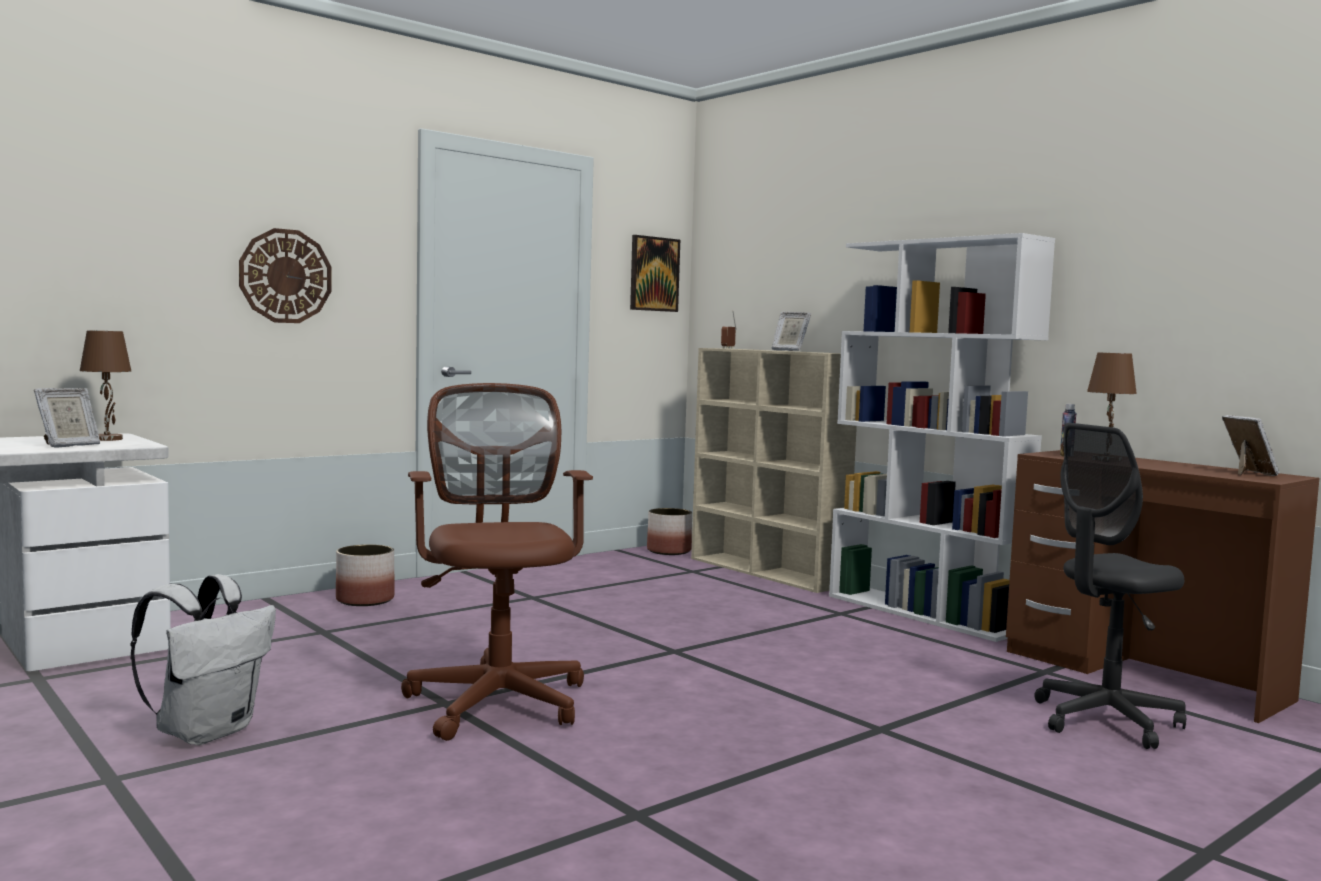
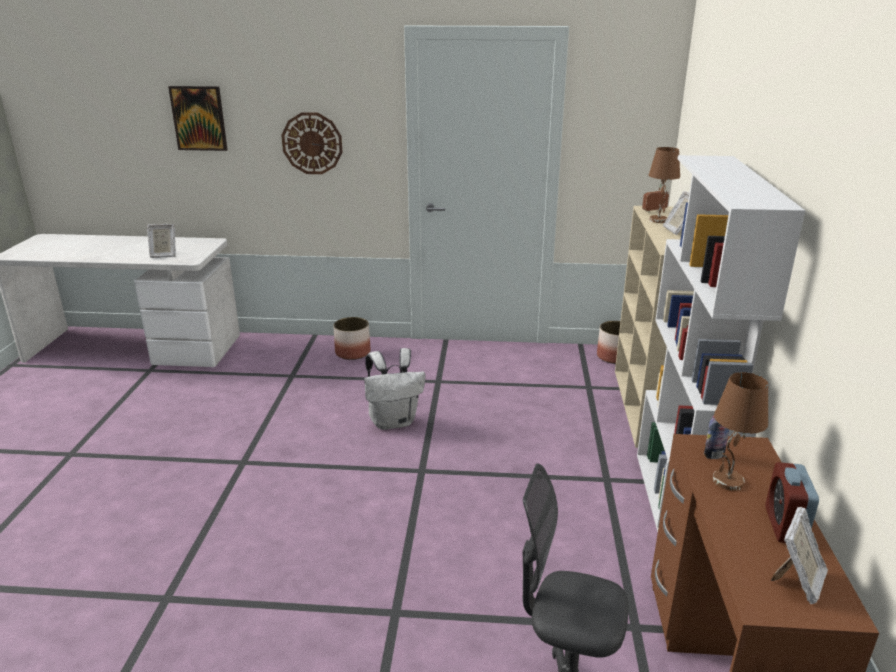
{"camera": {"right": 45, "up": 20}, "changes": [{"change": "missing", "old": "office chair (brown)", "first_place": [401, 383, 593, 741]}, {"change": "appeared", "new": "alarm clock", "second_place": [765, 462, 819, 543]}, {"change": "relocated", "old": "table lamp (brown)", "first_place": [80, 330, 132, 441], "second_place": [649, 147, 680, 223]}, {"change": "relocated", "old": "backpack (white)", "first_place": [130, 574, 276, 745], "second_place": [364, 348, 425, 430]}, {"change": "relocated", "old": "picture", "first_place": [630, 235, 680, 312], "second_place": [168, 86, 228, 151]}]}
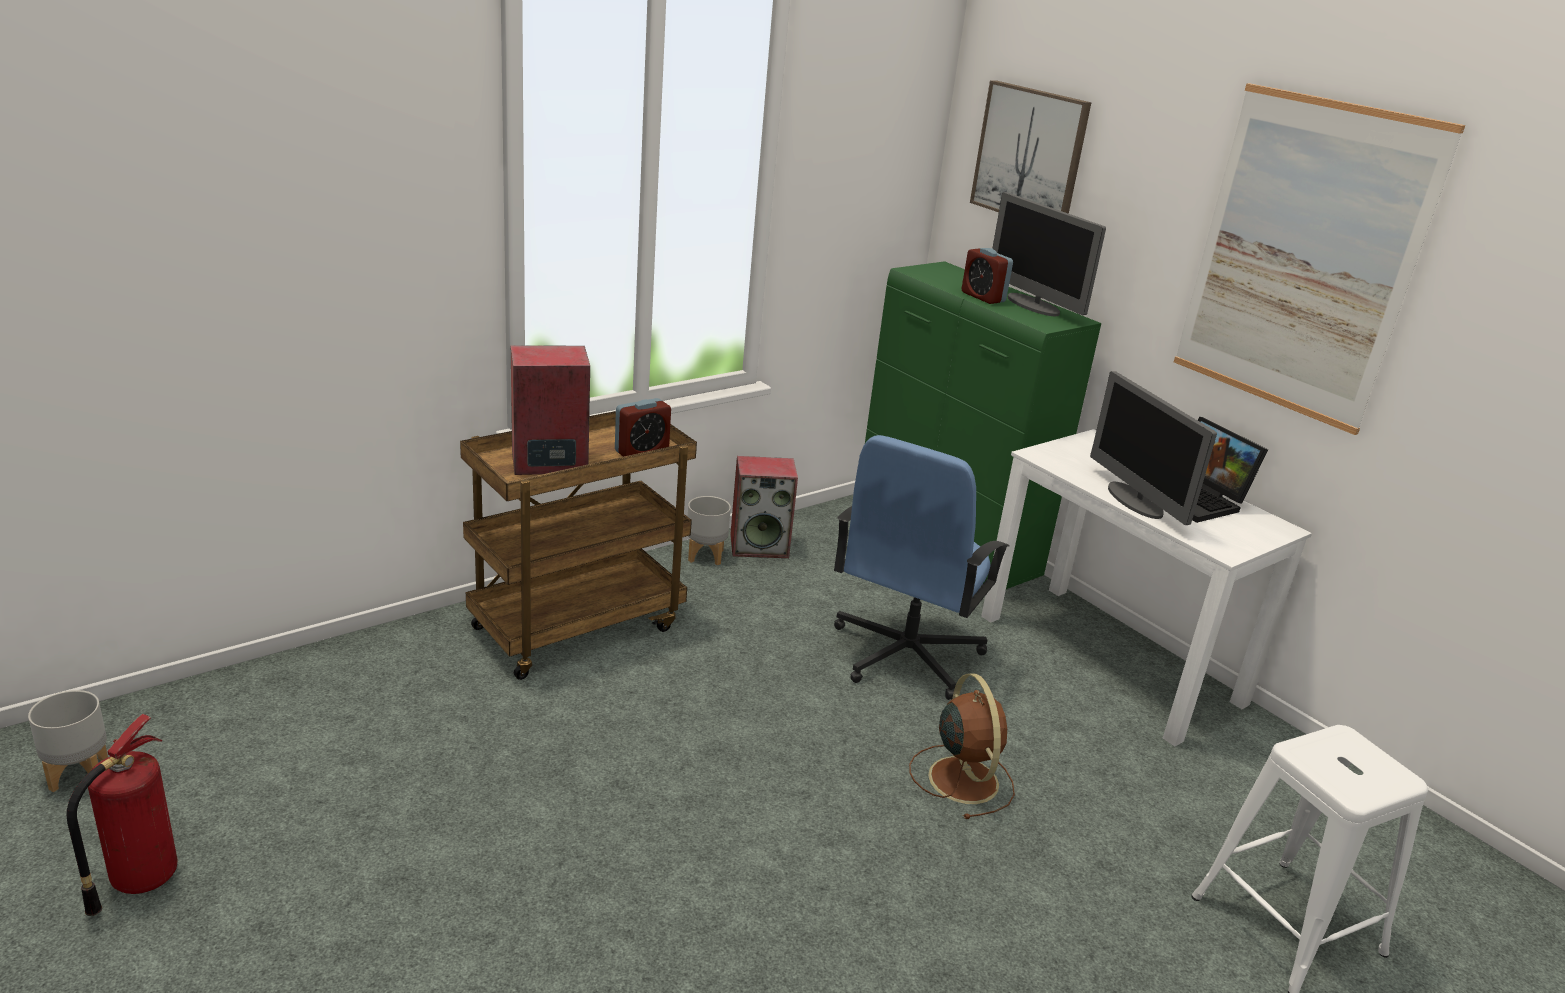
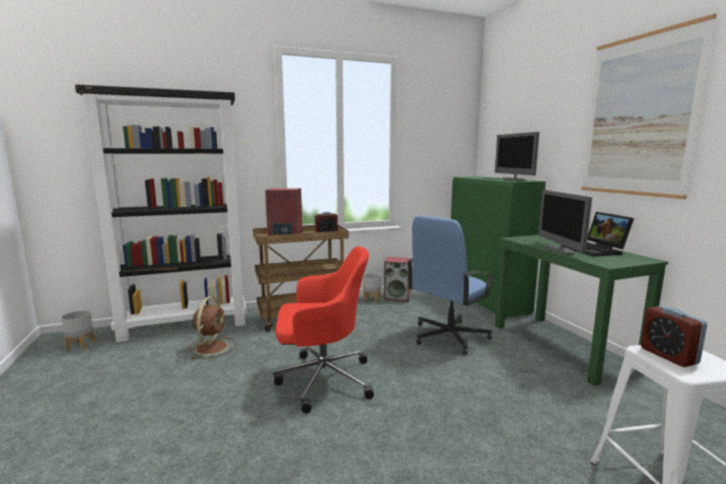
{"camera": {"right": 20, "up": -15}, "changes": [{"change": "missing", "old": "fire extinguisher", "first_place": [67, 714, 177, 916]}, {"change": "missing", "old": "picture", "first_place": [970, 80, 1091, 214]}, {"change": "appeared", "new": "bookcase (black)", "second_place": [75, 84, 247, 342]}, {"change": "appeared", "new": "office chair (red)", "second_place": [273, 246, 374, 413]}, {"change": "relocated", "old": "fan (brown)", "first_place": [909, 673, 1015, 819], "second_place": [189, 296, 236, 359]}, {"change": "relocated", "old": "alarm clock", "first_place": [962, 248, 1013, 304], "second_place": [641, 306, 707, 367]}, {"change": "colour", "old": "desk (white)", "new": "desk (green)", "first_place": [981, 429, 1312, 747], "second_place": [495, 235, 668, 386]}]}
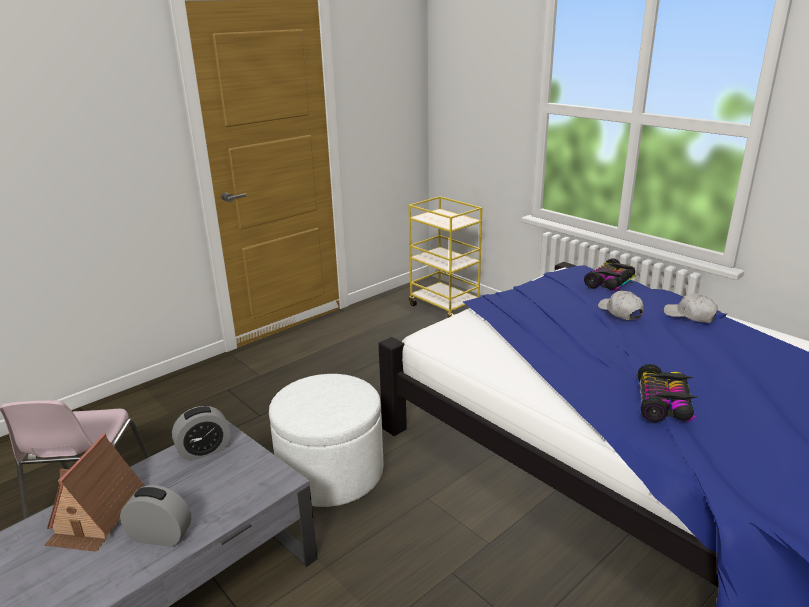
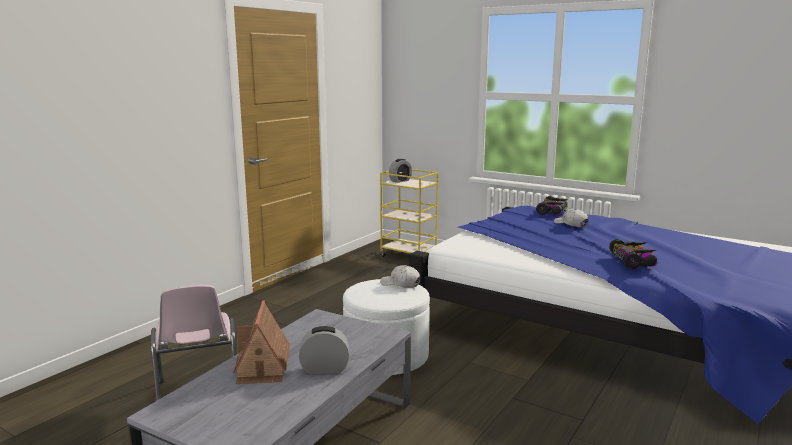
{"camera": {"right": -15, "up": -10}, "changes": [{"change": "relocated", "old": "alarm clock", "first_place": [172, 406, 231, 461], "second_place": [389, 159, 412, 183]}, {"change": "relocated", "old": "cap (white)", "first_place": [664, 294, 718, 323], "second_place": [380, 265, 421, 288]}]}
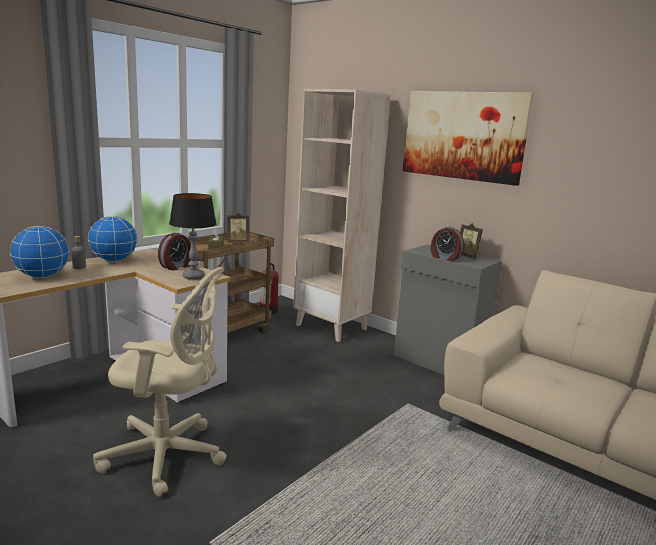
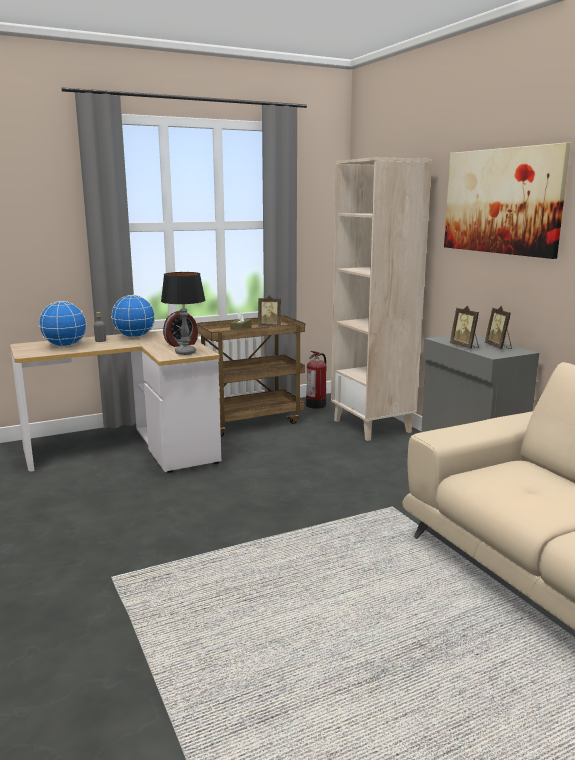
{"camera": {"right": 25, "up": 0}, "changes": [{"change": "missing", "old": "office chair (beige)", "first_place": [93, 267, 227, 497]}, {"change": "exchanged", "old": "alarm clock", "new": "picture frame", "first_place": [431, 226, 464, 261], "second_place": [450, 306, 479, 349]}]}
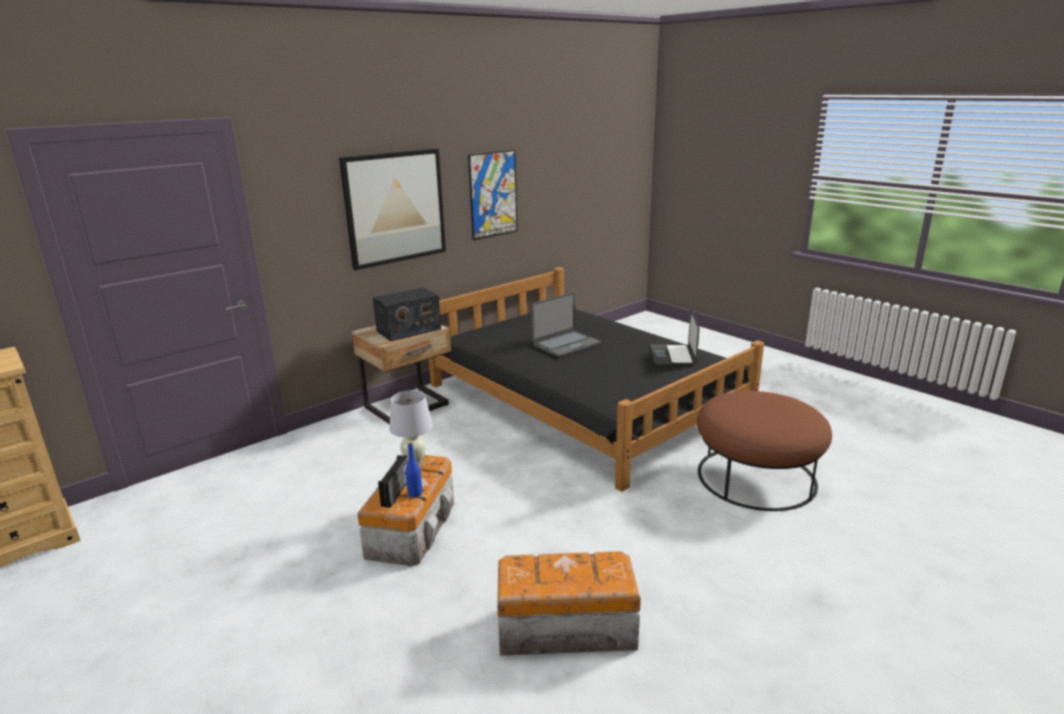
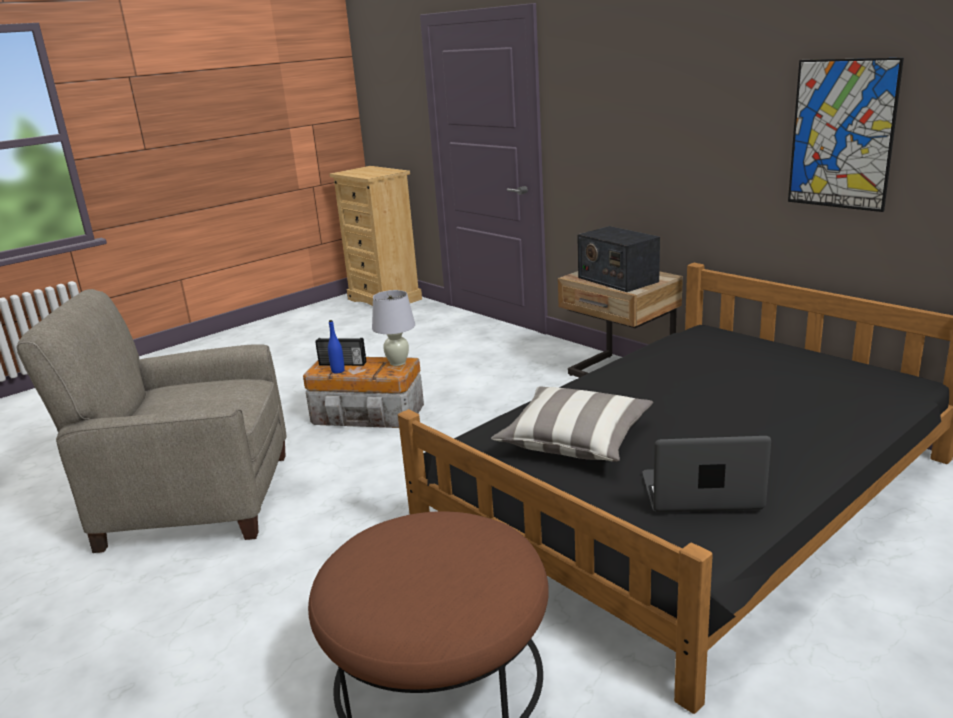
{"camera": {"right": 90, "up": 0}, "changes": [{"change": "missing", "old": "picture", "first_place": [339, 149, 446, 270]}, {"change": "missing", "old": "laptop", "first_place": [531, 293, 601, 358]}, {"change": "appeared", "new": "pillow", "second_place": [491, 386, 653, 462]}, {"change": "exchanged", "old": "storage box", "new": "armchair (beige)", "first_place": [497, 551, 641, 656], "second_place": [17, 289, 287, 553]}]}
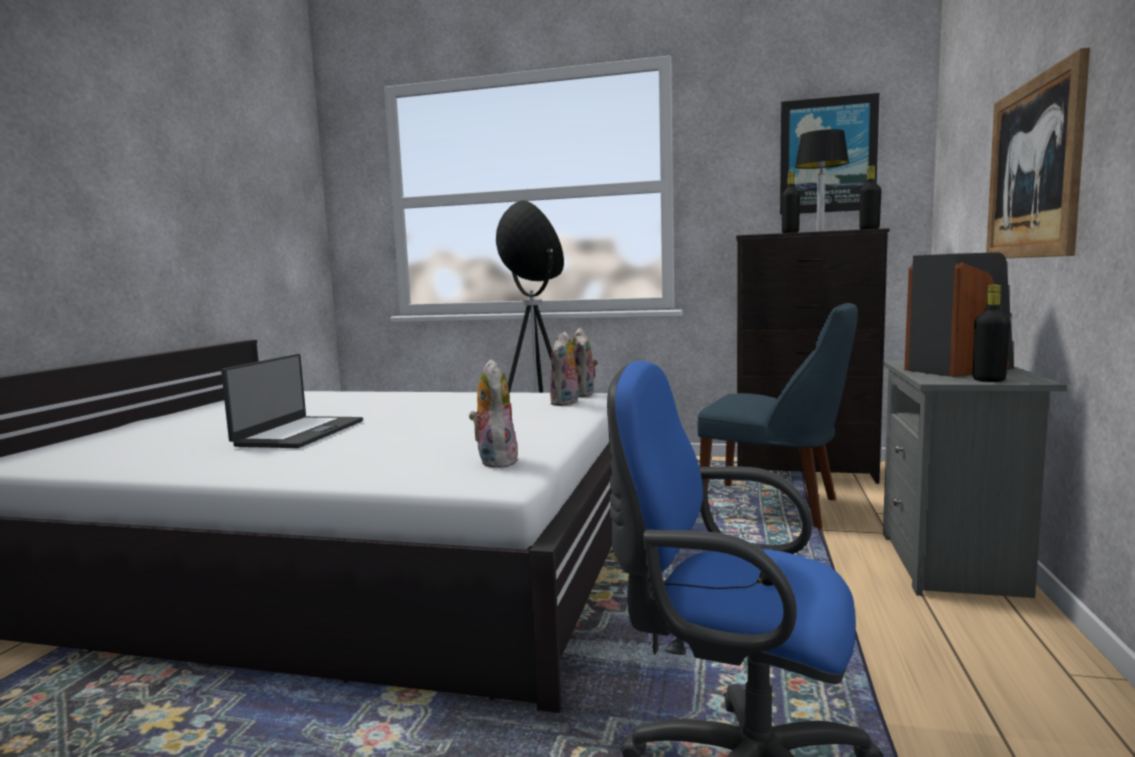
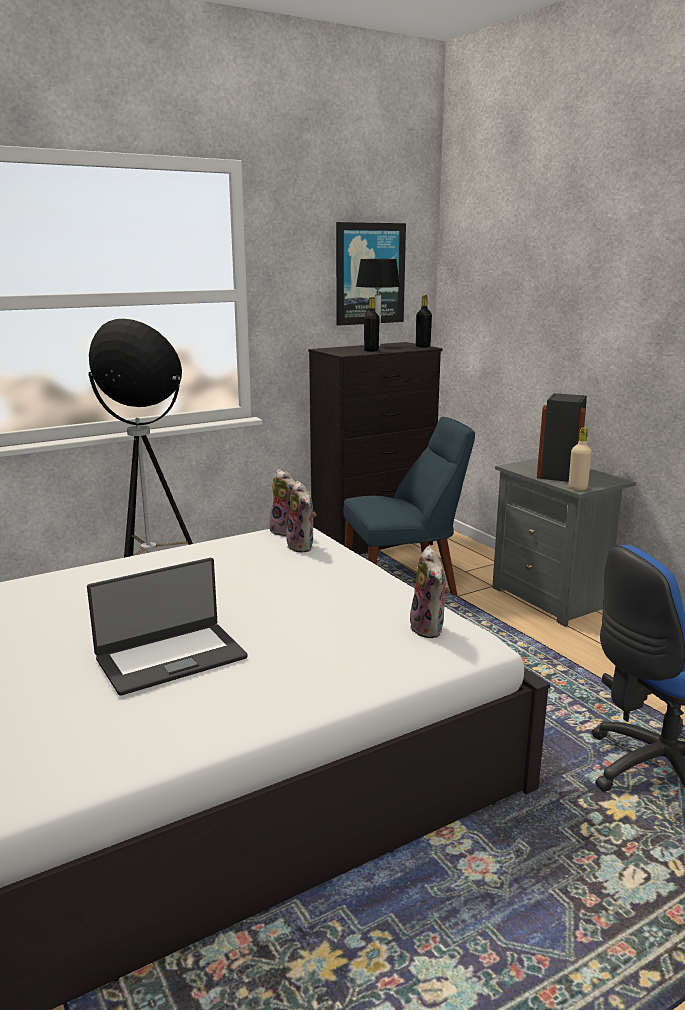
{"camera": {"right": -45, "up": 10}, "changes": [{"change": "missing", "old": "bottle (black)", "first_place": [973, 285, 1010, 382]}, {"change": "missing", "old": "picture", "first_place": [986, 47, 1090, 258]}, {"change": "appeared", "new": "bottle (beige)", "second_place": [568, 427, 592, 491]}, {"change": "spun", "old": "laptop", "first_place": [221, 354, 363, 448], "second_place": [87, 558, 248, 696], "degrees": 90}, {"change": "spun", "old": "plush toy", "first_place": [469, 359, 519, 468], "second_place": [410, 546, 450, 638], "degrees": -135}]}
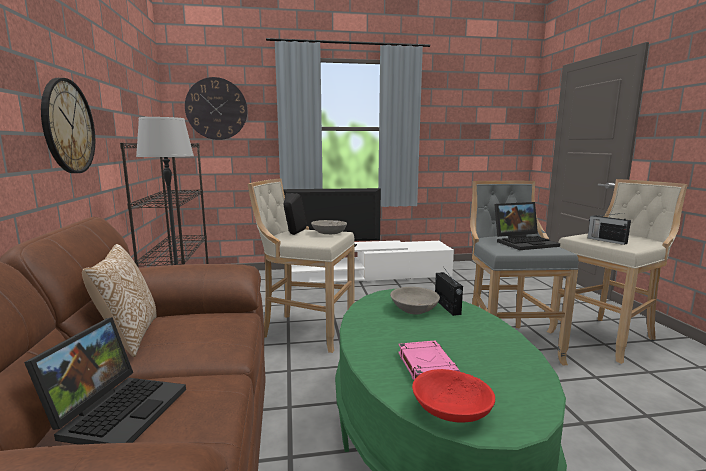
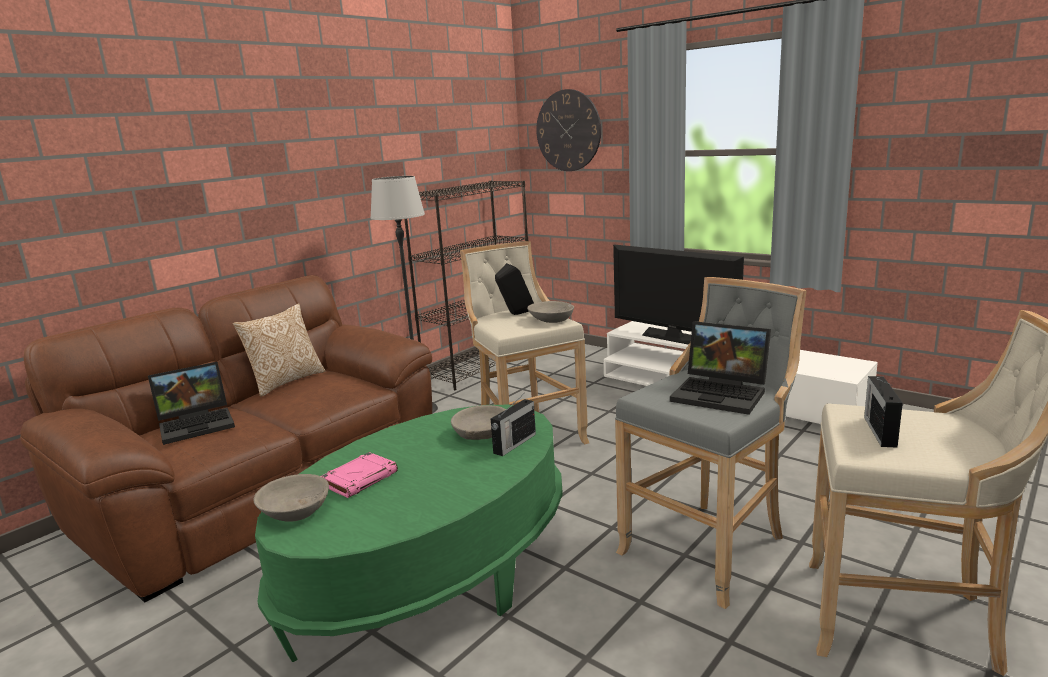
{"camera": {"right": 50, "up": 5}, "changes": [{"change": "missing", "old": "wall clock", "first_place": [41, 78, 95, 173]}, {"change": "colour", "old": "bowl (red)", "new": "bowl (grey)", "first_place": [412, 369, 495, 423], "second_place": [253, 474, 329, 522]}]}
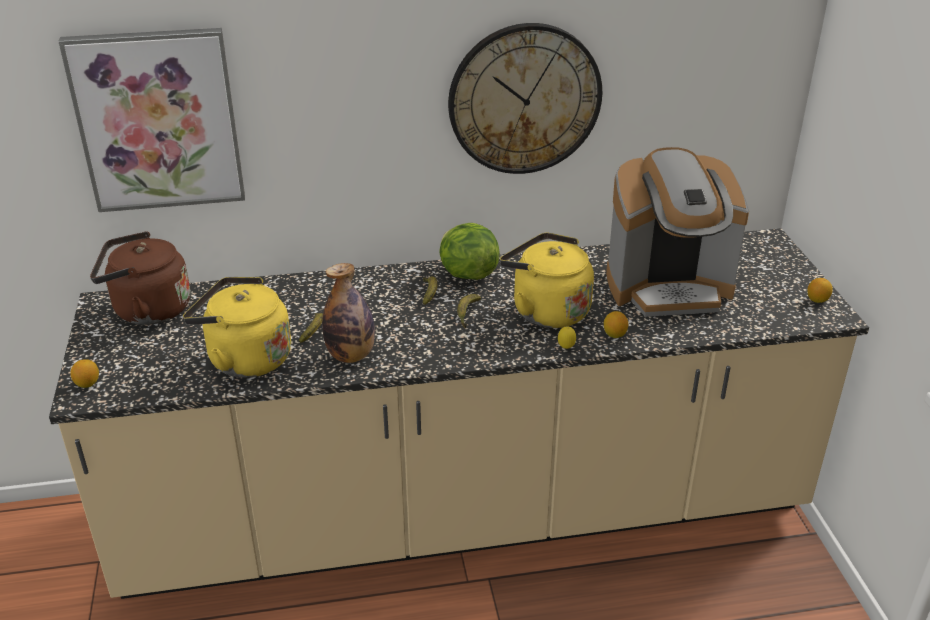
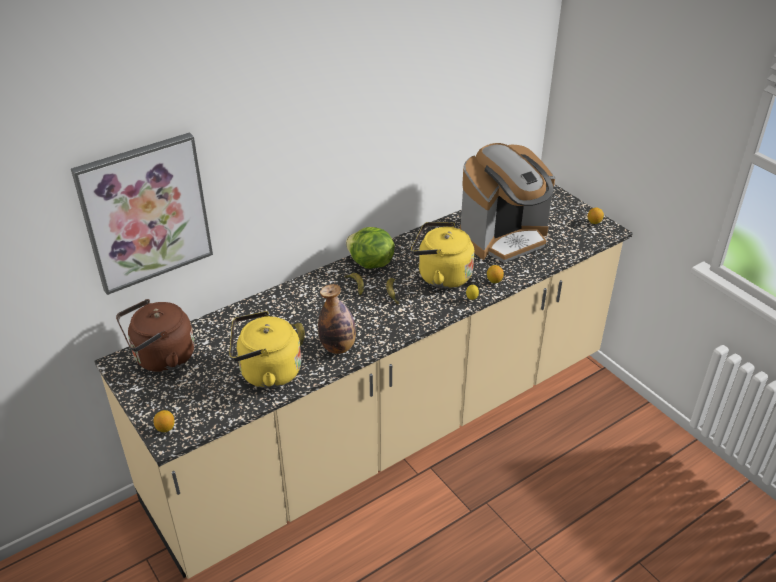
{"camera": {"right": -25, "up": 5}, "changes": [{"change": "missing", "old": "wall clock", "first_place": [448, 23, 602, 174]}]}
